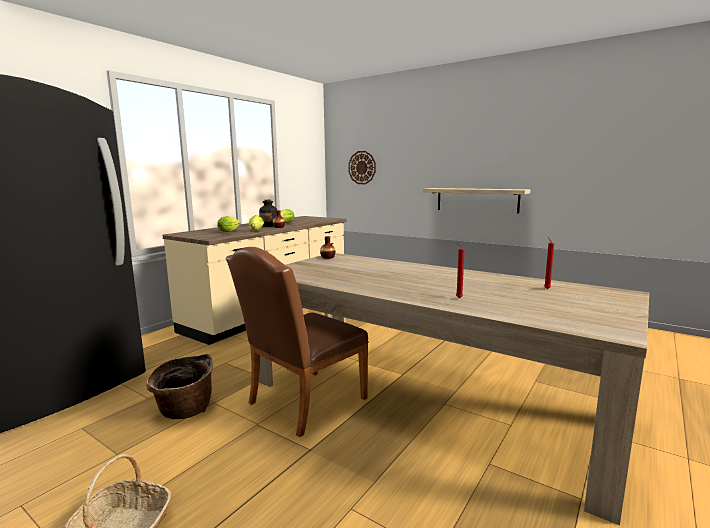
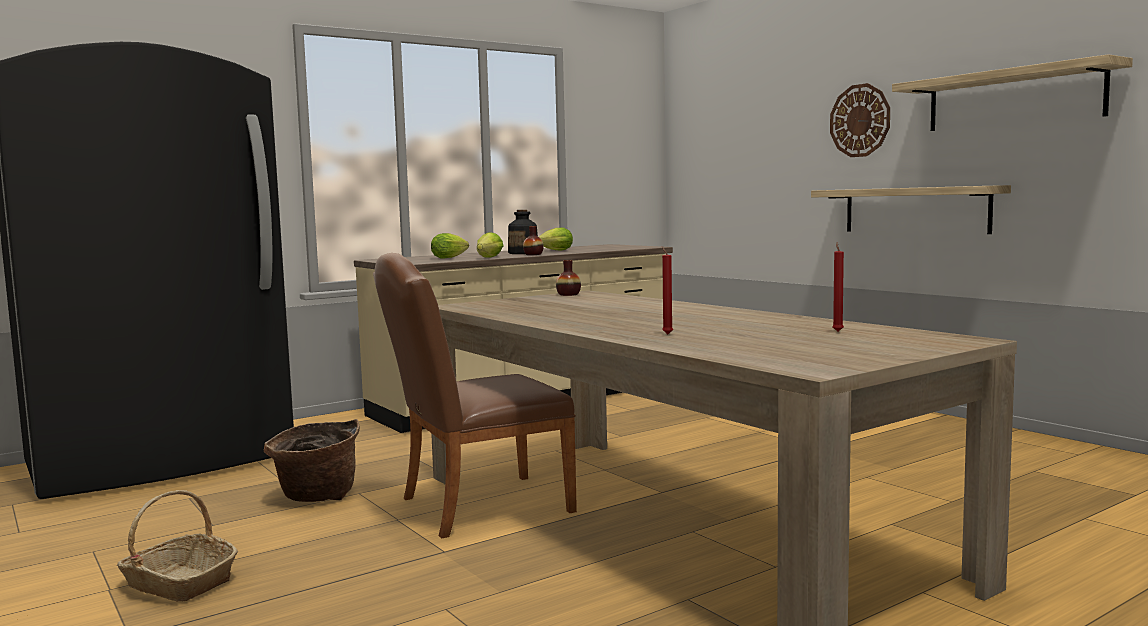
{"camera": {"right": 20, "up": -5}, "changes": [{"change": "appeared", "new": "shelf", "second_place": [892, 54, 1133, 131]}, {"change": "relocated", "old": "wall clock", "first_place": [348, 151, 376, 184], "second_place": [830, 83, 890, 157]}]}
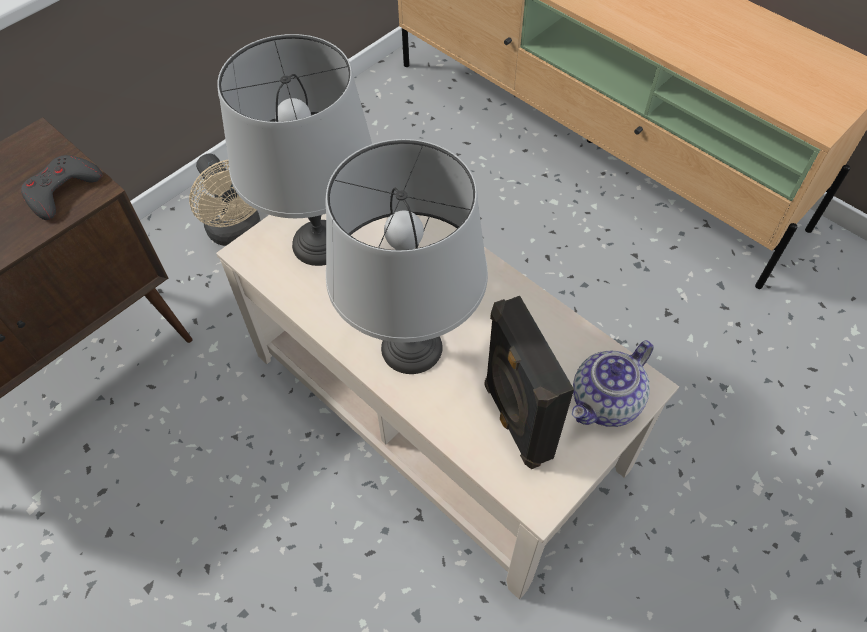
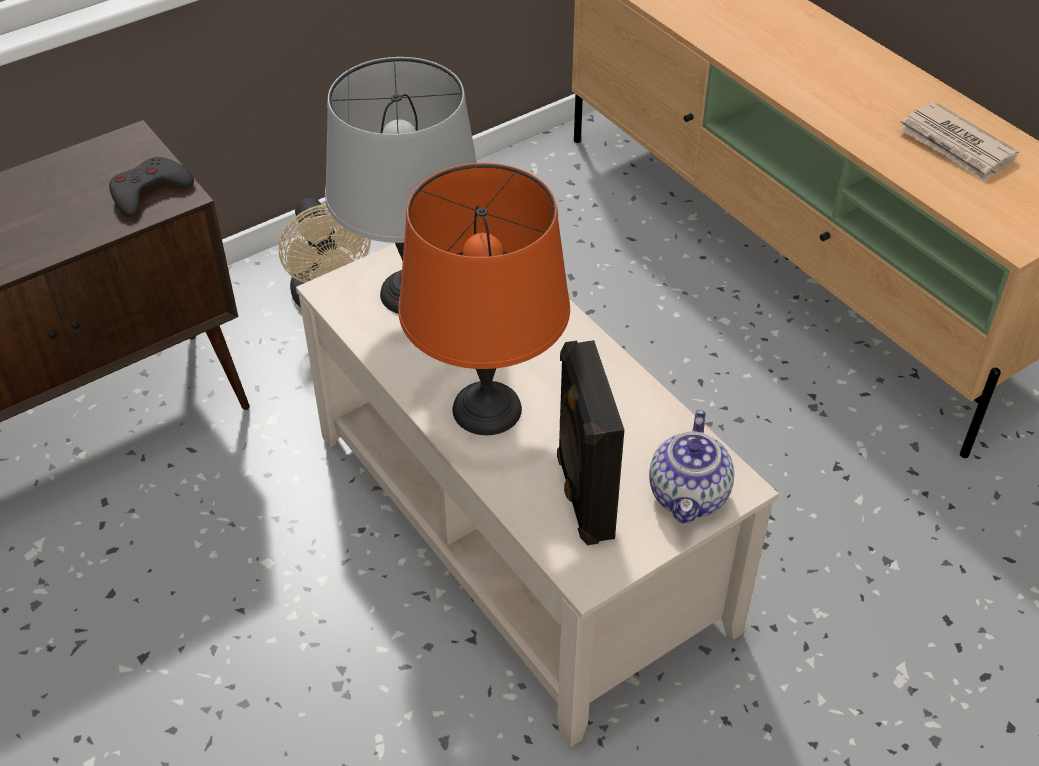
{"camera": {"right": 10, "up": -10}, "changes": [{"change": "appeared", "new": "newspaper", "second_place": [898, 102, 1019, 182]}, {"change": "colour", "old": "table lamp (grey)", "new": "table lamp (orange)", "first_place": [325, 139, 488, 374], "second_place": [399, 163, 570, 435]}, {"change": "spun", "old": "teapot", "first_place": [572, 340, 653, 427], "second_place": [649, 410, 734, 524], "degrees": -45}]}
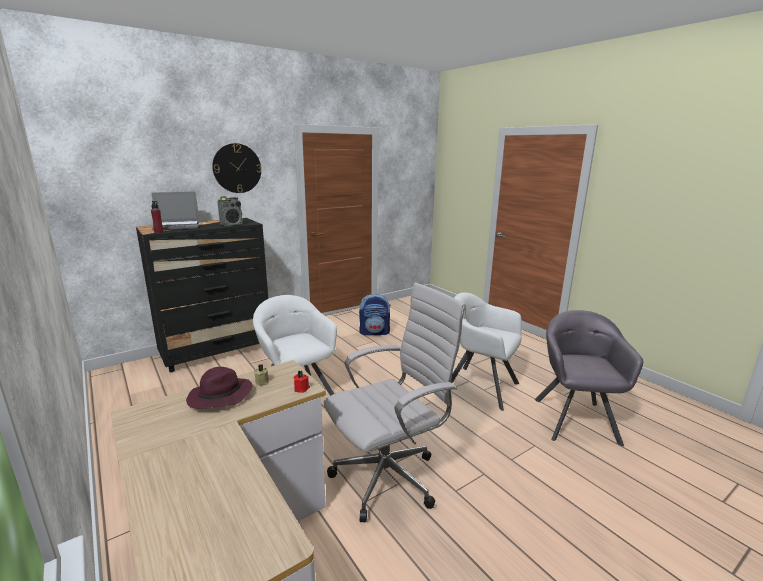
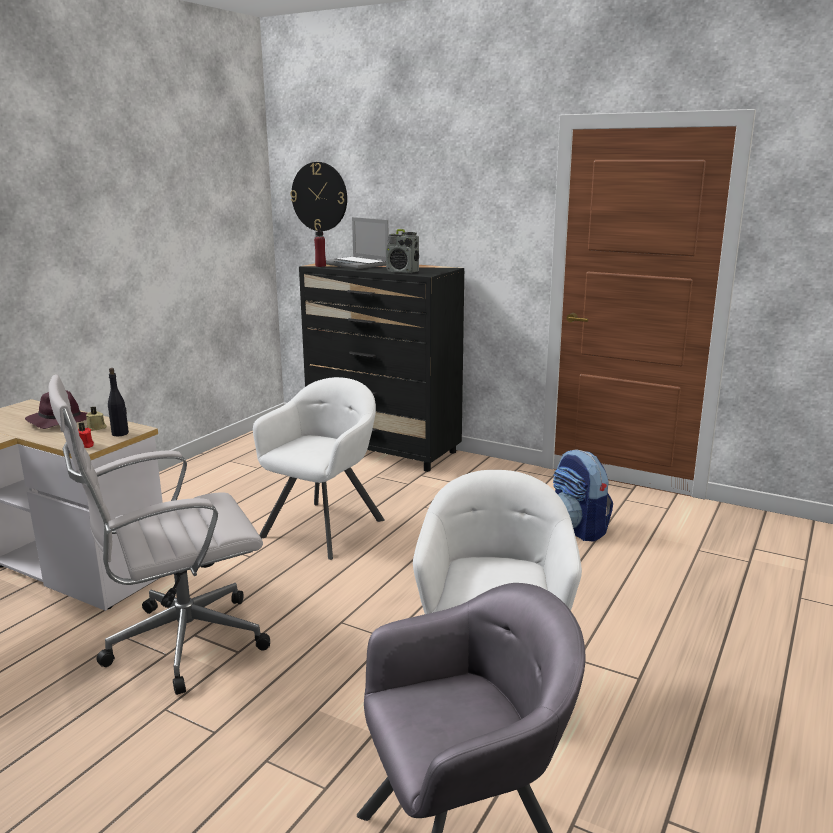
{"camera": {"right": 65, "up": 0}, "changes": [{"change": "appeared", "new": "bottle (black)", "second_place": [108, 368, 129, 436]}, {"change": "relocated", "old": "wall clock", "first_place": [212, 143, 262, 193], "second_place": [290, 162, 347, 231]}, {"change": "spun", "old": "office chair (white)", "first_place": [323, 282, 466, 522], "second_place": [48, 374, 270, 695], "degrees": 120}]}
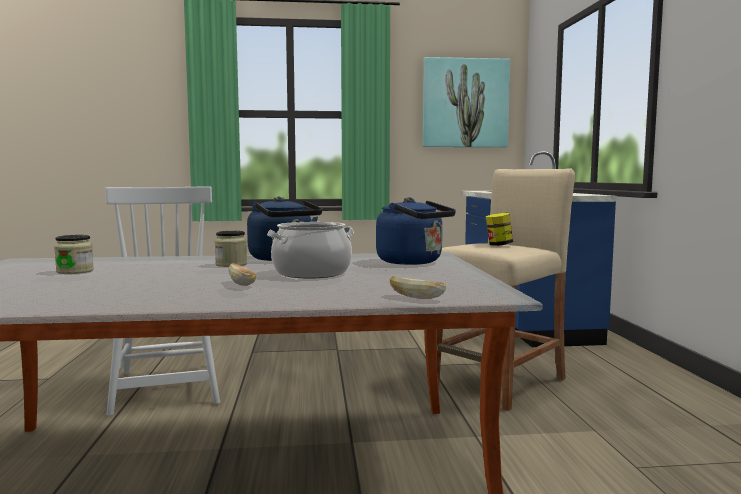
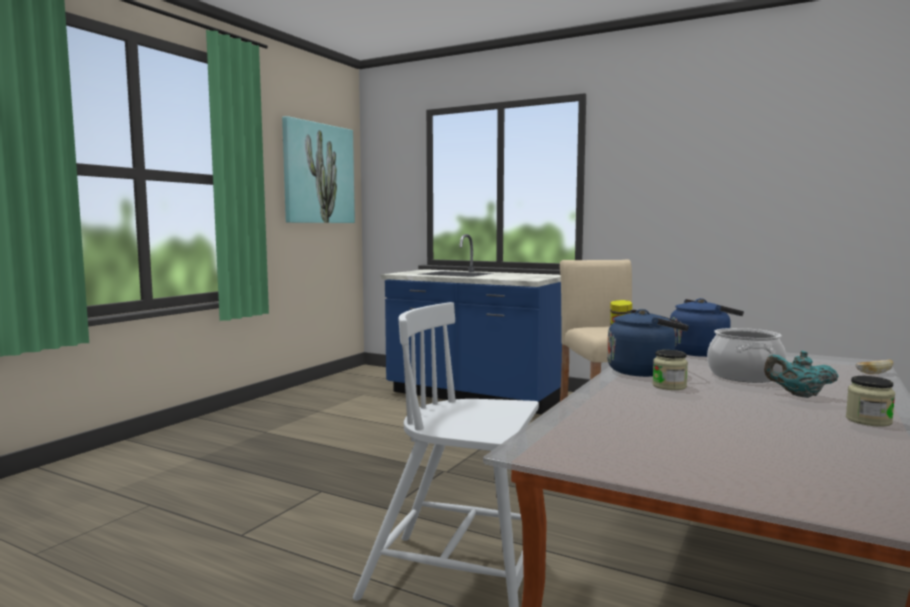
{"camera": {"right": -55, "up": 0}, "changes": [{"change": "relocated", "old": "jar", "first_place": [54, 235, 94, 274], "second_place": [846, 376, 895, 427]}, {"change": "exchanged", "old": "bread", "new": "teapot (turquoise)", "first_place": [229, 264, 256, 286], "second_place": [764, 351, 839, 398]}]}
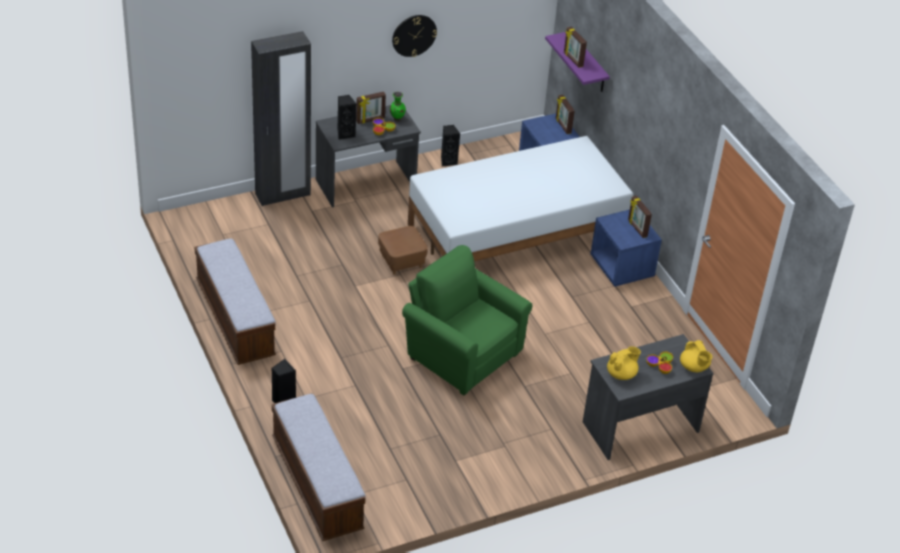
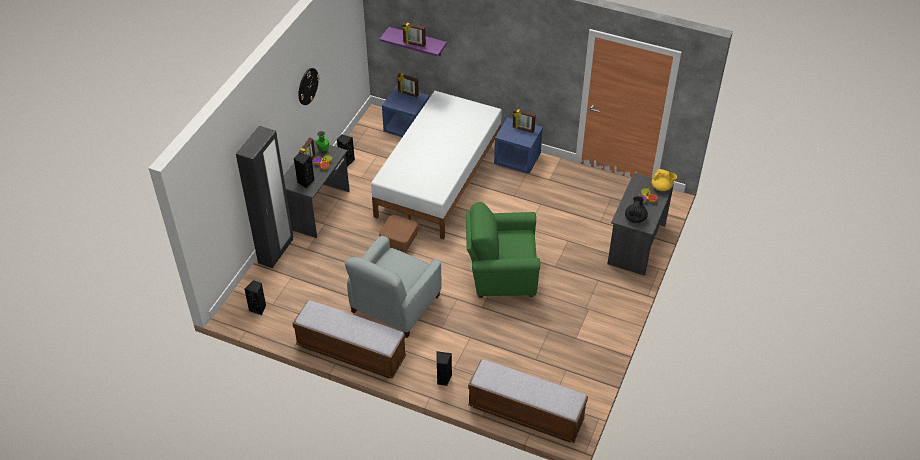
{"camera": {"right": -40, "up": 5}, "changes": [{"change": "appeared", "new": "speaker (black)", "second_place": [244, 280, 266, 315]}, {"change": "appeared", "new": "armchair (grey)", "second_place": [345, 236, 442, 338]}, {"change": "colour", "old": "teapot (yellow)", "new": "teapot (black)", "first_place": [607, 346, 641, 380], "second_place": [625, 196, 648, 223]}]}
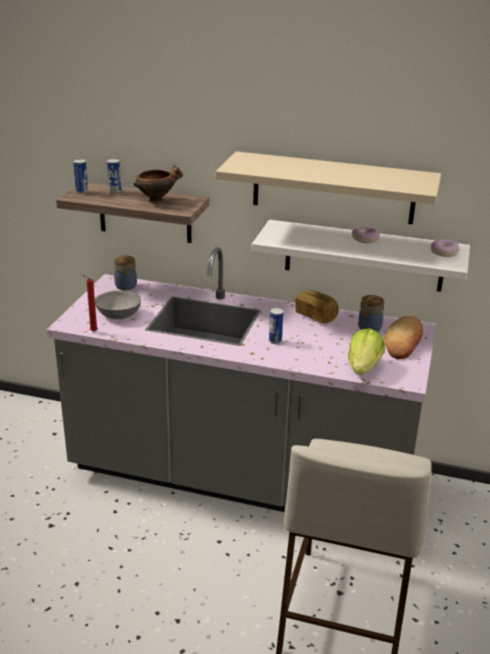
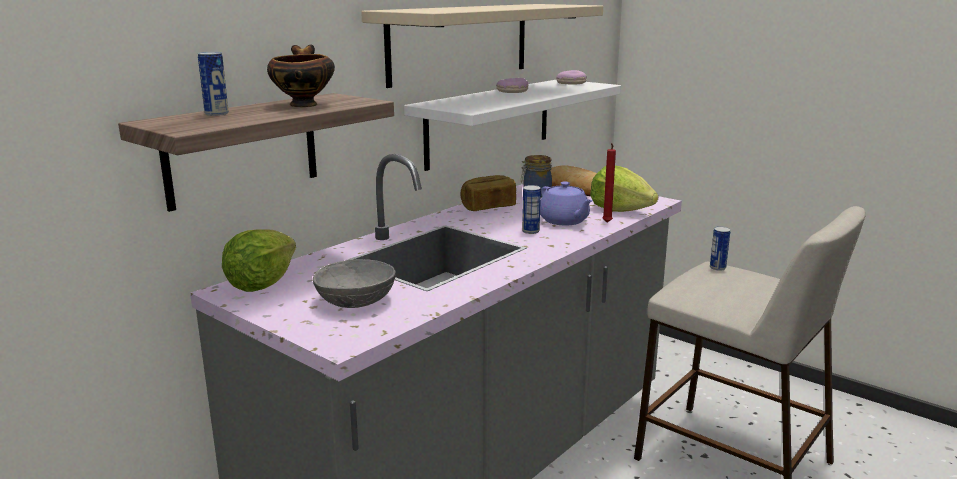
{"camera": {"right": -65, "up": -10}, "changes": [{"change": "appeared", "new": "teapot (purple)", "second_place": [540, 182, 592, 225]}, {"change": "relocated", "old": "can", "first_place": [73, 159, 88, 194], "second_place": [710, 226, 731, 271]}, {"change": "relocated", "old": "candle (red)", "first_place": [83, 275, 98, 332], "second_place": [602, 143, 616, 223]}, {"change": "exchanged", "old": "jar", "new": "lettuce", "first_place": [114, 256, 137, 290], "second_place": [222, 230, 296, 292]}]}
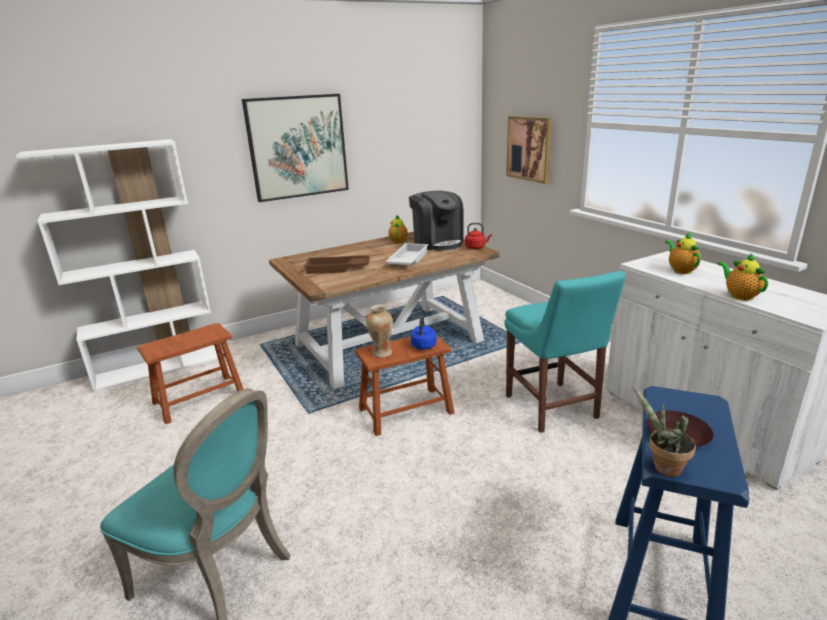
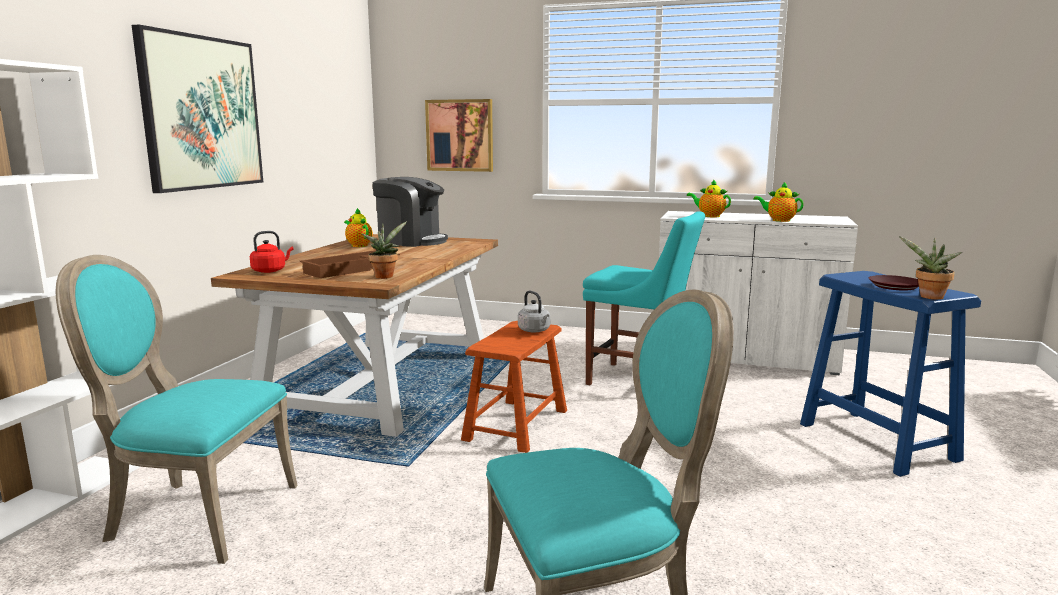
{"camera": {"right": -45, "up": -10}, "changes": [{"change": "missing", "old": "vase", "first_place": [366, 305, 393, 357]}, {"change": "missing", "old": "tray (white)", "first_place": [386, 243, 428, 265]}, {"change": "appeared", "new": "potted plant", "second_place": [362, 221, 407, 279]}, {"change": "relocated", "old": "kettle (red)", "first_place": [465, 223, 492, 249], "second_place": [250, 231, 294, 273]}, {"change": "exchanged", "old": "stool (brown)", "new": "chair (turquoise)", "first_place": [137, 323, 243, 424], "second_place": [56, 255, 298, 564]}, {"change": "colour", "old": "kettle (blue)", "new": "kettle (grey)", "first_place": [411, 315, 437, 350], "second_place": [518, 290, 550, 333]}]}
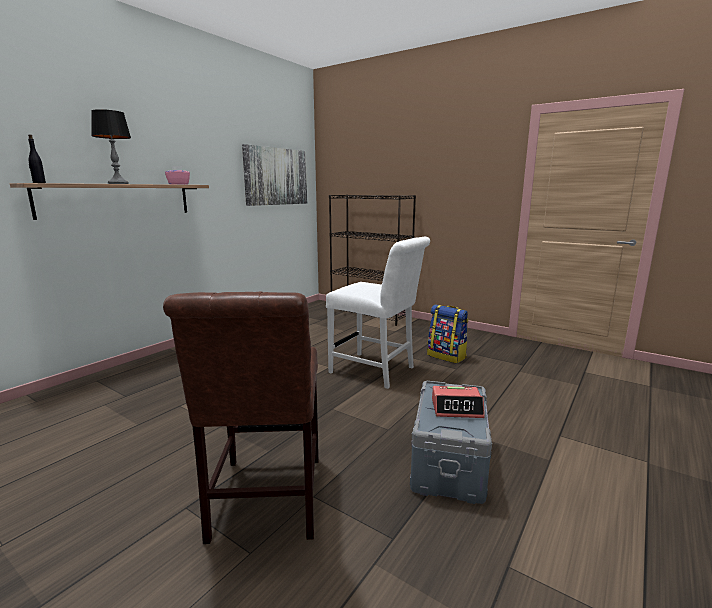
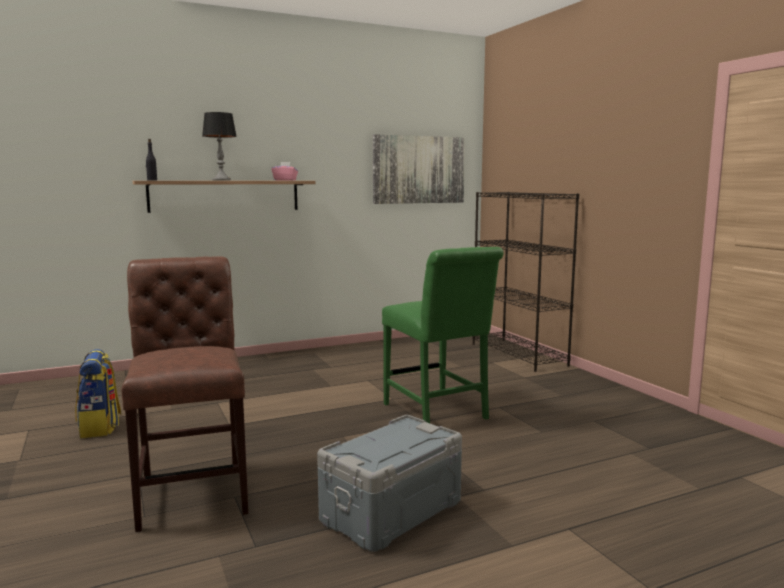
{"camera": {"right": 30, "up": -5}, "changes": [{"change": "missing", "old": "alarm clock", "first_place": [432, 386, 485, 418]}, {"change": "relocated", "old": "backpack", "first_place": [427, 305, 469, 363], "second_place": [75, 349, 122, 438]}, {"change": "colour", "old": "chair (white)", "new": "chair (green)", "first_place": [326, 237, 430, 389], "second_place": [382, 247, 504, 423]}, {"change": "spun", "old": "chair (brown)", "first_place": [163, 291, 319, 544], "second_place": [121, 256, 248, 532], "degrees": 135}]}
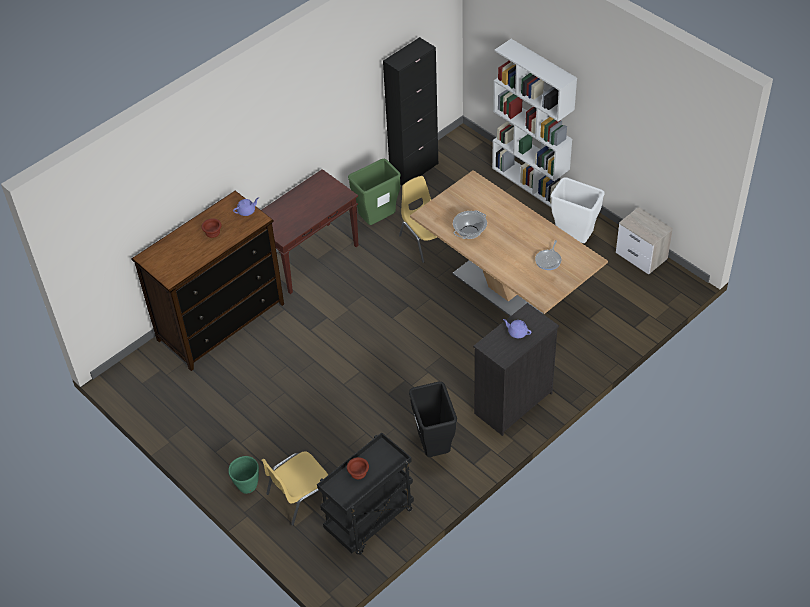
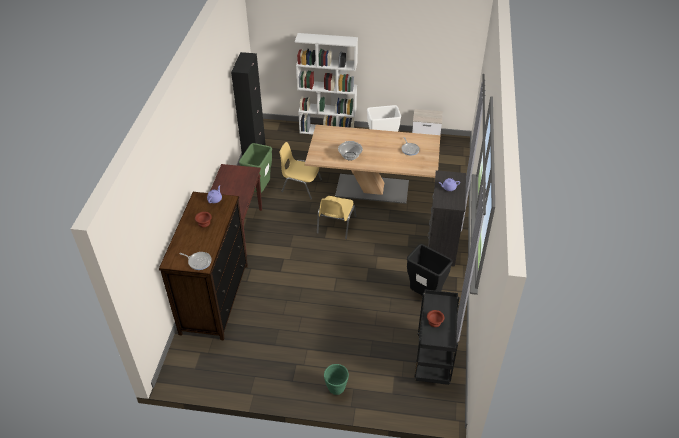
{"camera": {"right": -40, "up": -5}, "changes": [{"change": "appeared", "new": "frying pan", "second_place": [179, 252, 212, 270]}, {"change": "relocated", "old": "chair (yellow)", "first_place": [261, 451, 328, 525], "second_place": [317, 196, 356, 239]}]}
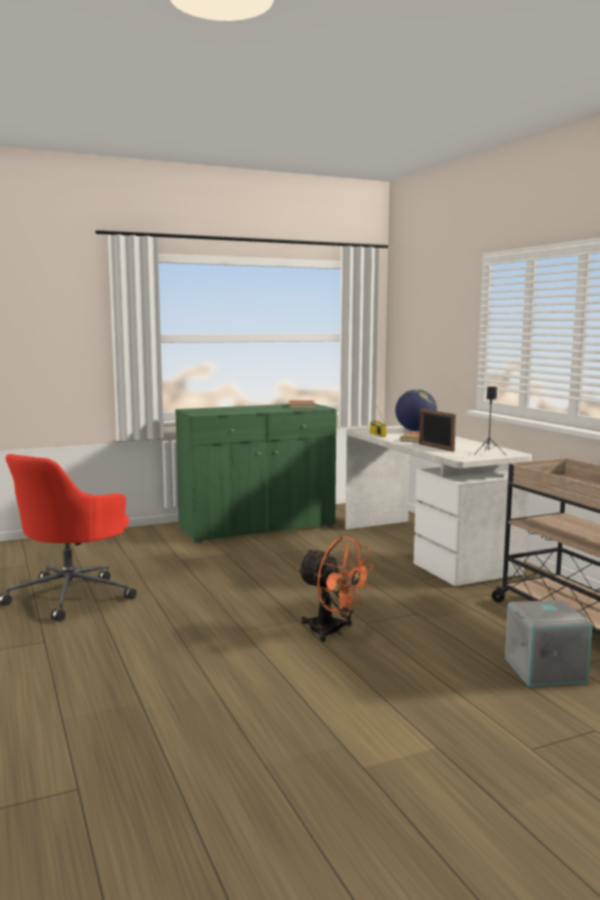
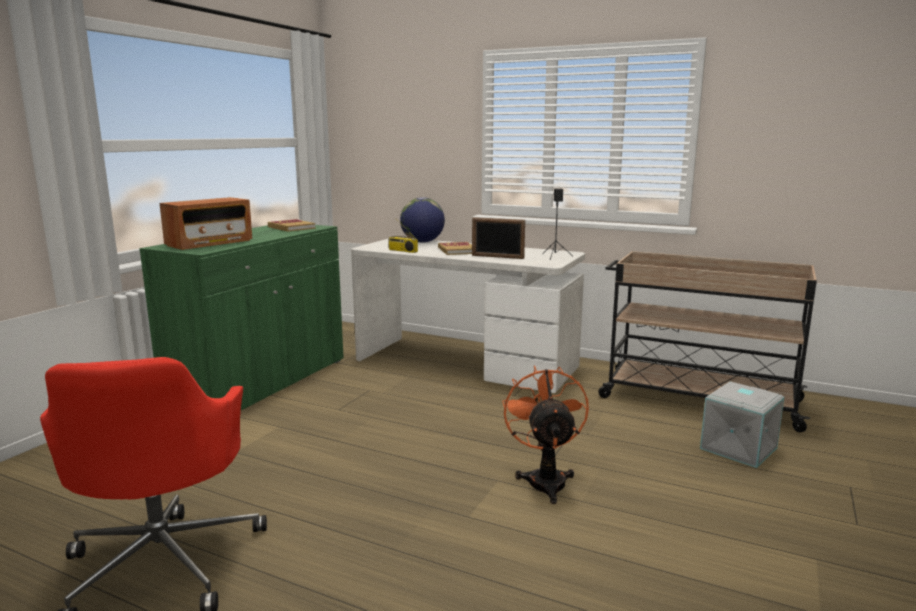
{"camera": {"right": -40, "up": 5}, "changes": [{"change": "appeared", "new": "radio", "second_place": [159, 197, 252, 250]}, {"change": "spun", "old": "fan (orange)", "first_place": [297, 536, 374, 642], "second_place": [502, 365, 589, 504], "degrees": -90}]}
